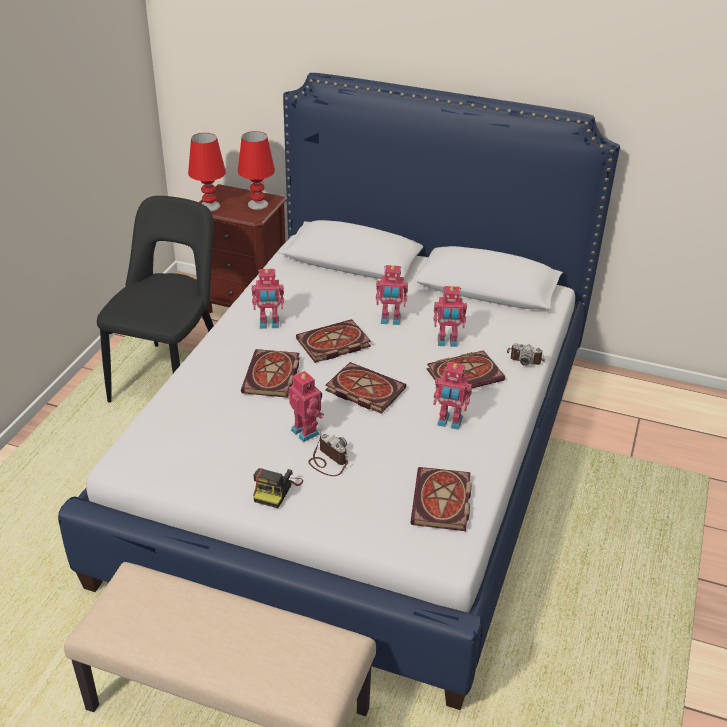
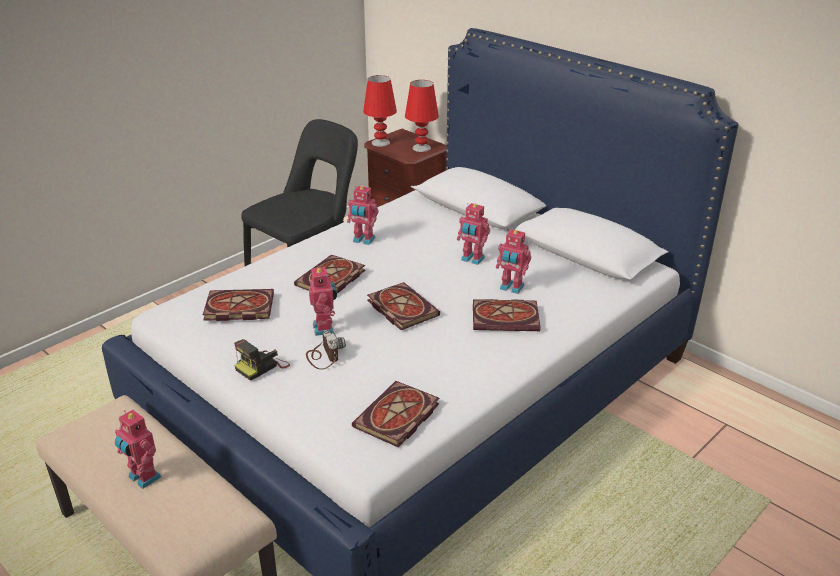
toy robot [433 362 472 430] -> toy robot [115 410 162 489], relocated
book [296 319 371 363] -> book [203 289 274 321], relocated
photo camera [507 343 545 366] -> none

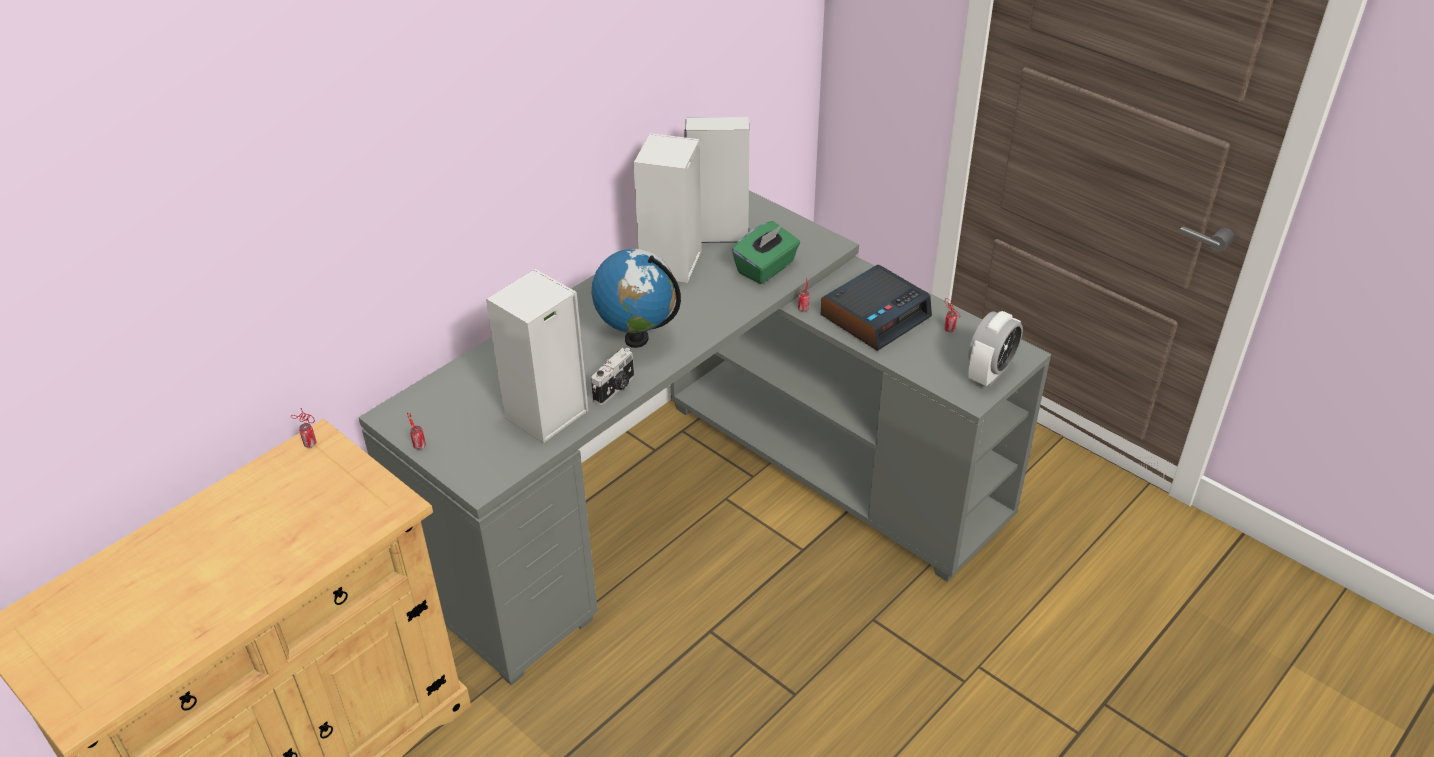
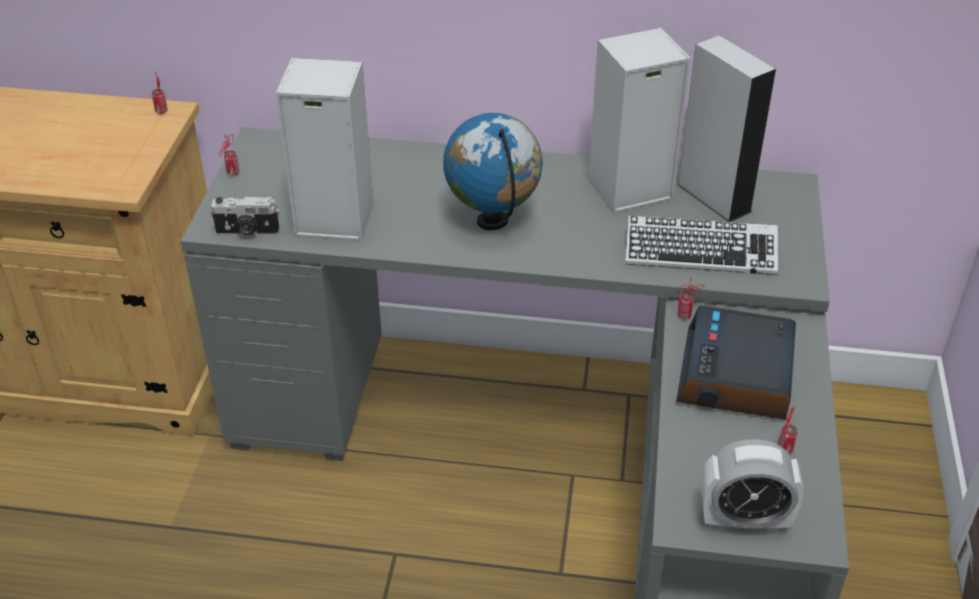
photo camera [591 348 634 405] -> photo camera [210 197 280 236], relocated
green tissue box [732 221 800 284] -> keyboard [625 215 778 275]
alarm clock [821 264 932 351] -> alarm clock [676 305 796 420], 90 degrees clockwise

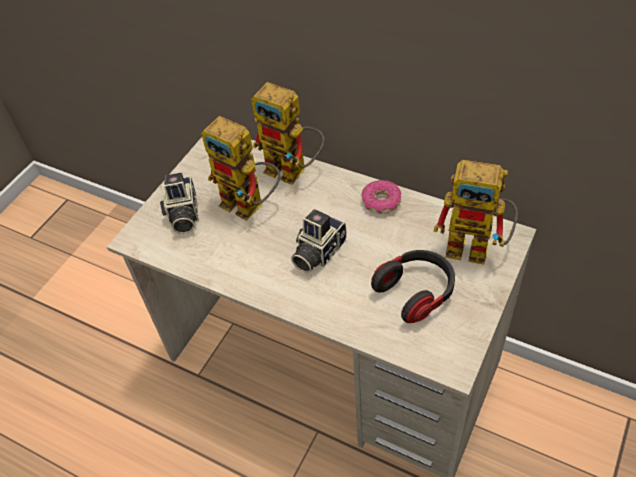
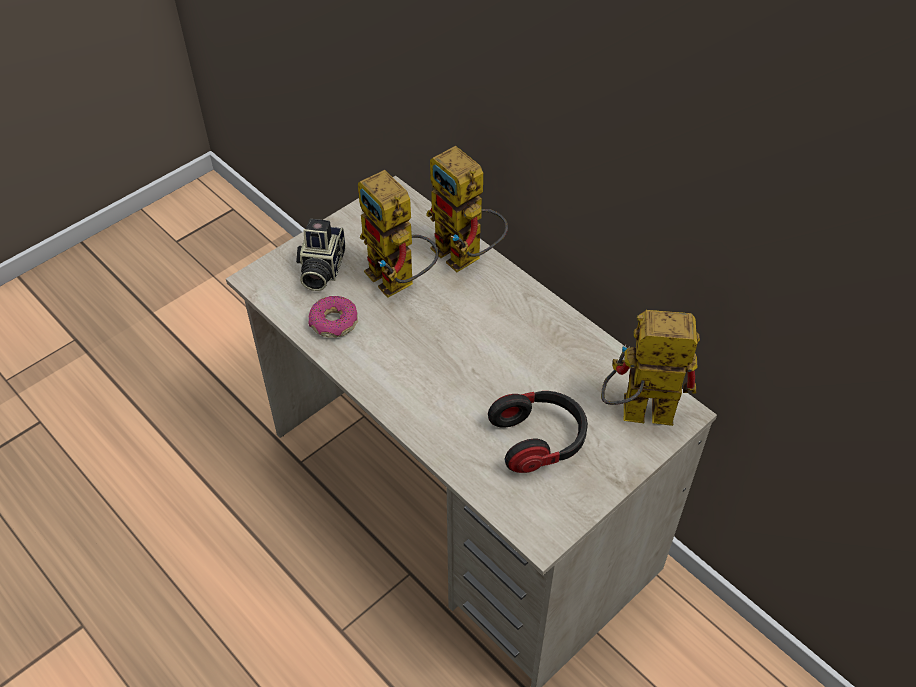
donut [362 180 401 214] -> donut [309 296 358 338], relocated
toy robot [433 160 518 265] -> toy robot [601 310 700 426], 150 degrees clockwise
photo camera [291 209 346 273] -> none

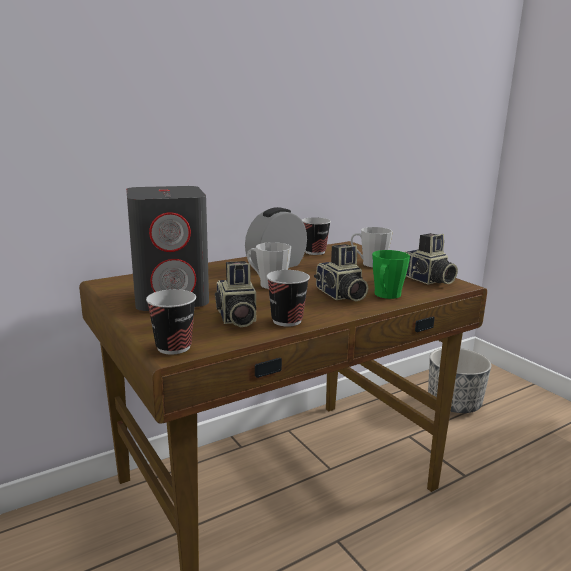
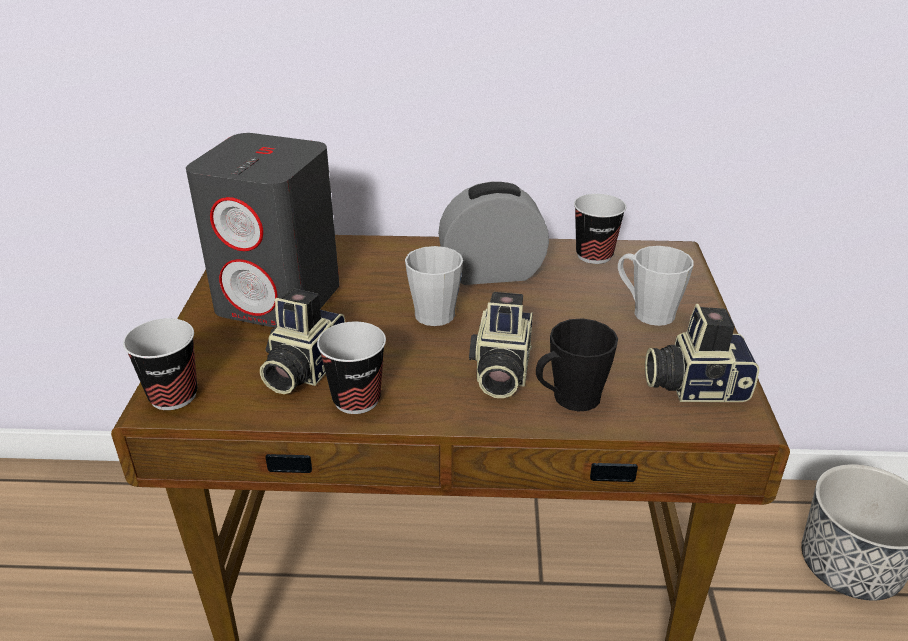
green mug [372 250 410 299] -> black mug [536 319 618 411]
photo camera [405 233 458 285] -> photo camera [645 304 759 402], 90 degrees clockwise

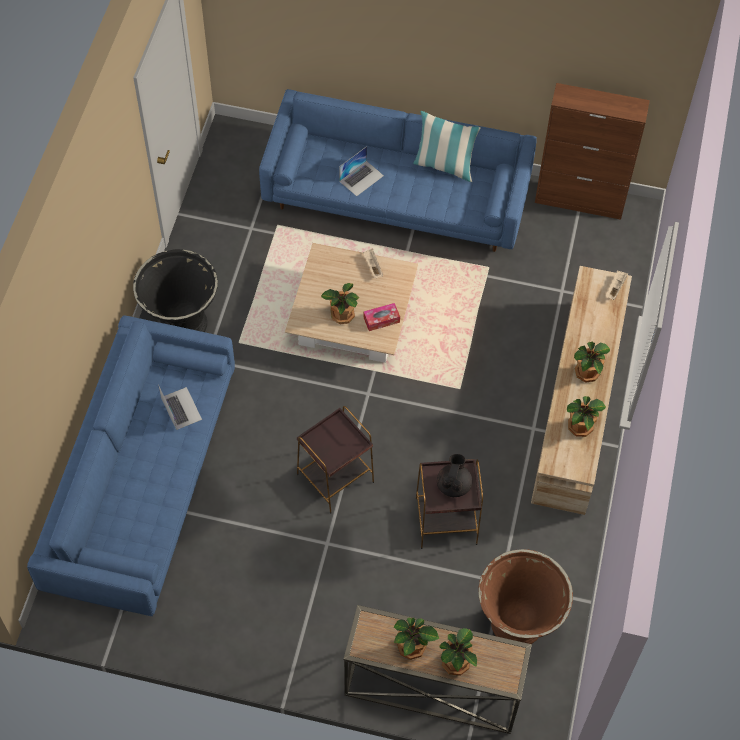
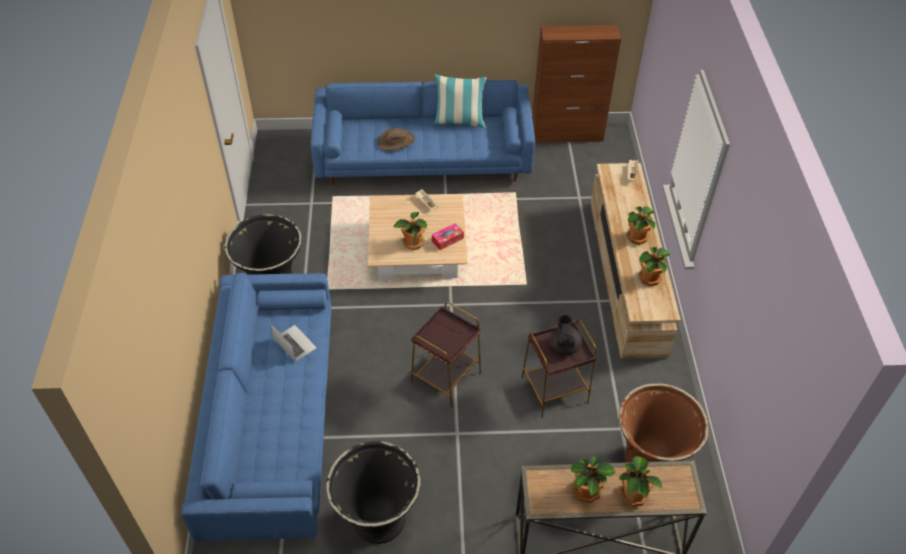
none -> black planter [326 441 421 544]
laptop [339 146 384 196] -> brown hat [378 128 415 151]

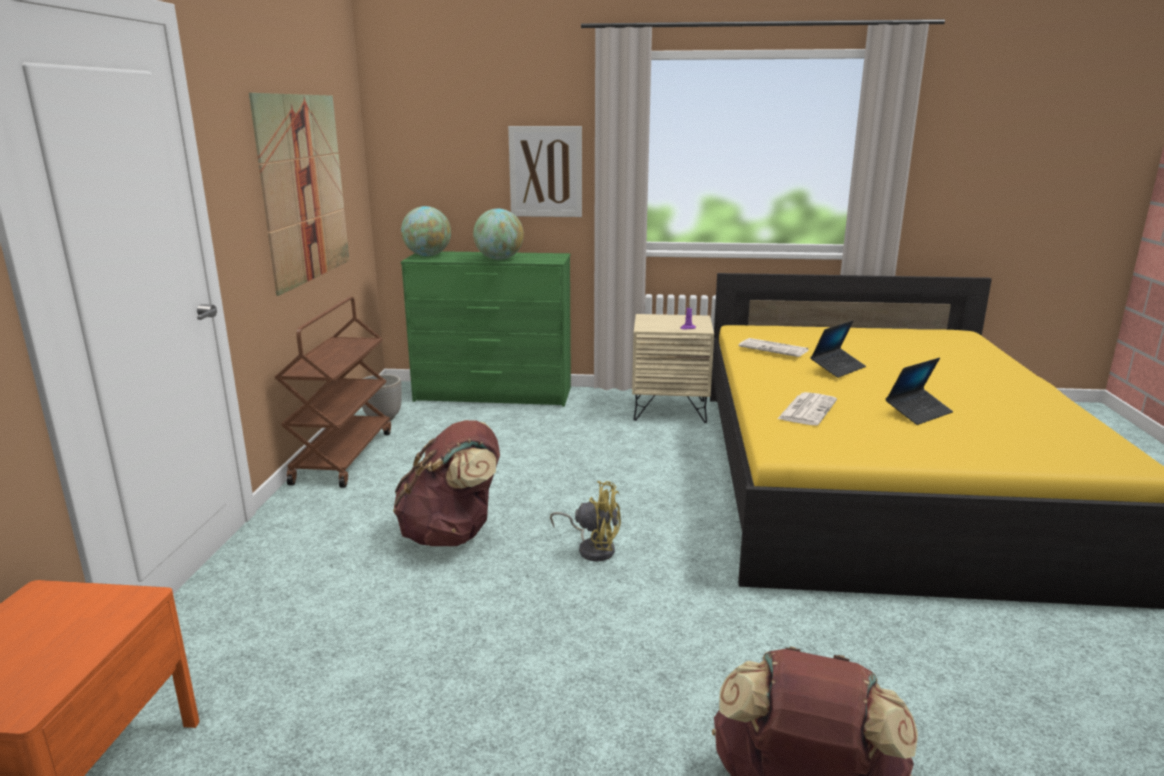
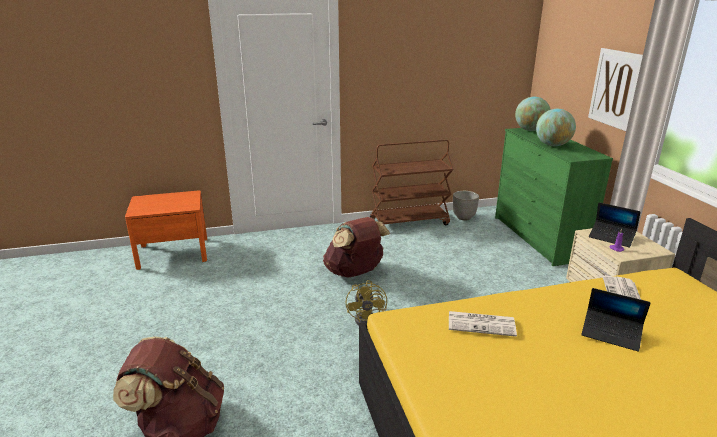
laptop [885 358 953 425] -> laptop [589 202 640 247], relocated
picture [249 93 349 296] -> none

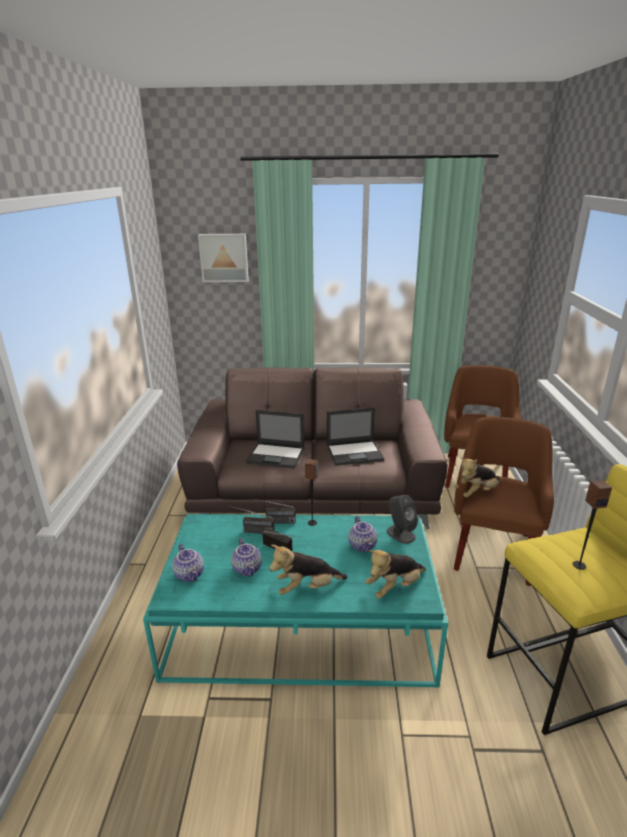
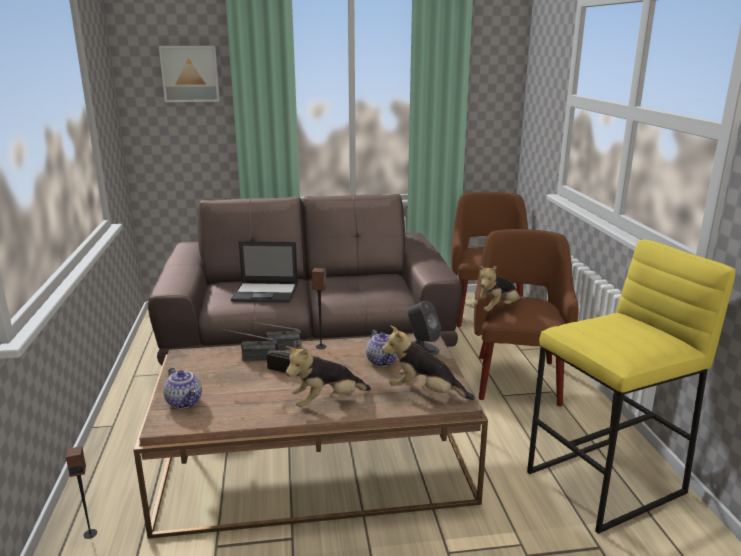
speaker [572 480 612 570] -> speaker [66 446 97 539], relocated
turquoise coffee table [143 514 448 688] -> brown coffee table [133 334 488 539]
plush toy [365 550 426 599] -> plush toy [382 325 475 400], 60 degrees clockwise
teapot [231 538 262 577] -> none
laptop [327 407 384 466] -> none

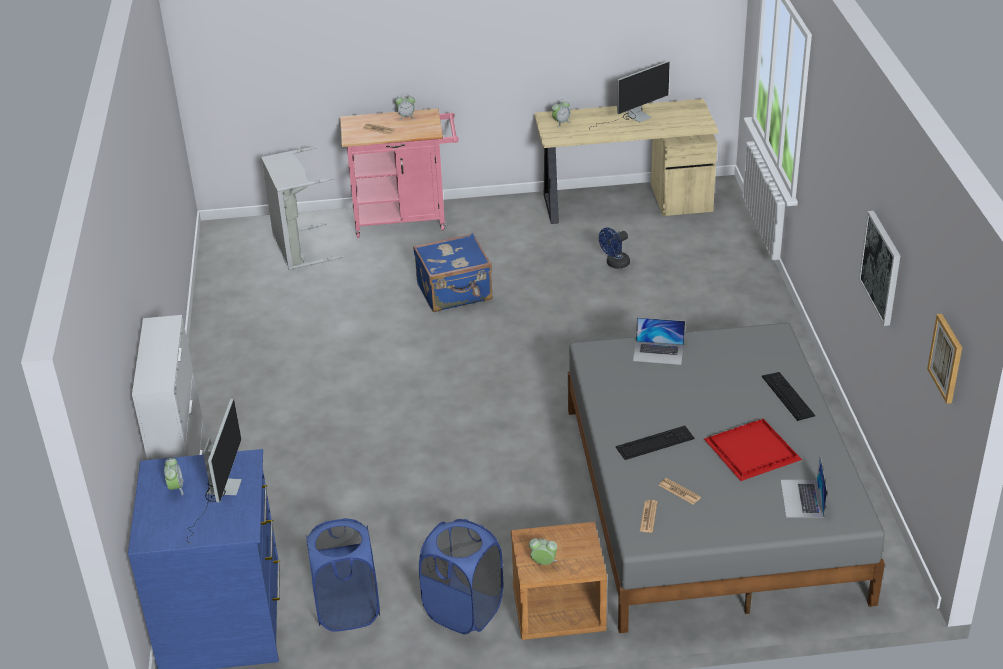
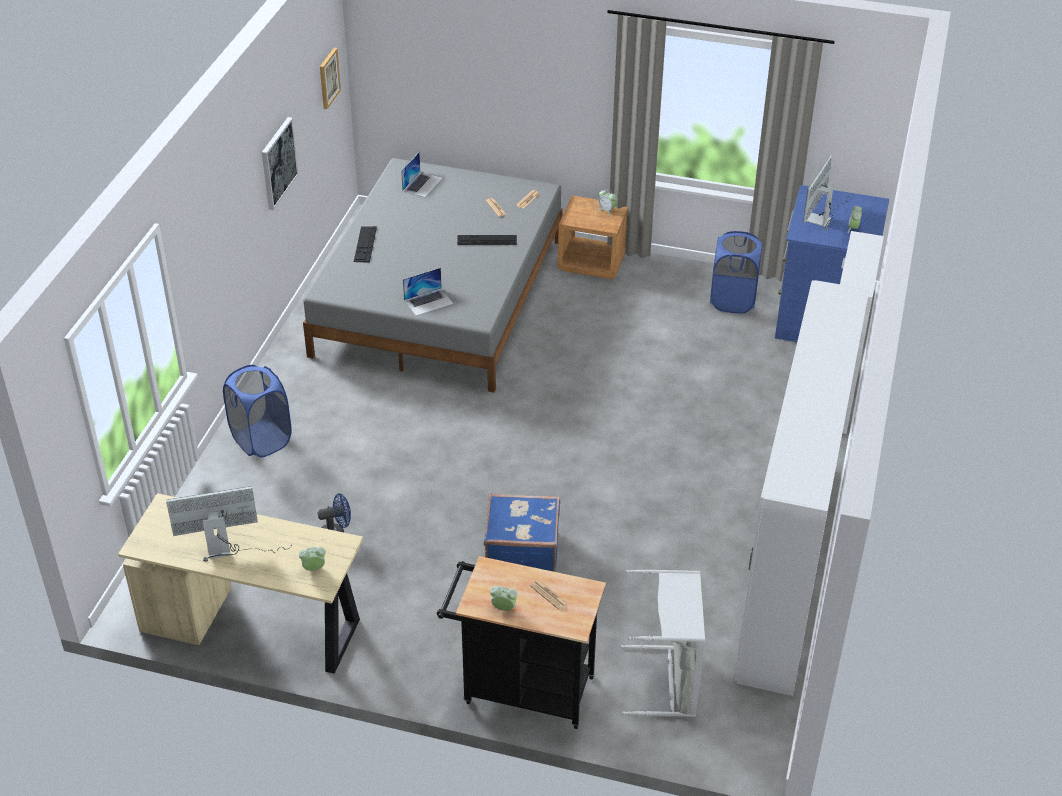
blue laundry basket [419 519 503 634] -> blue laundry basket [223 365 292 458], relocated
laptop [633 317 685 365] -> laptop [403 268 454 316], 120 degrees clockwise
pink cart [340 109 459 238] -> black cart [437 556 606 729]
none -> white wardrobe [734 280 869 696]
red tray [704 419 802 481] -> none

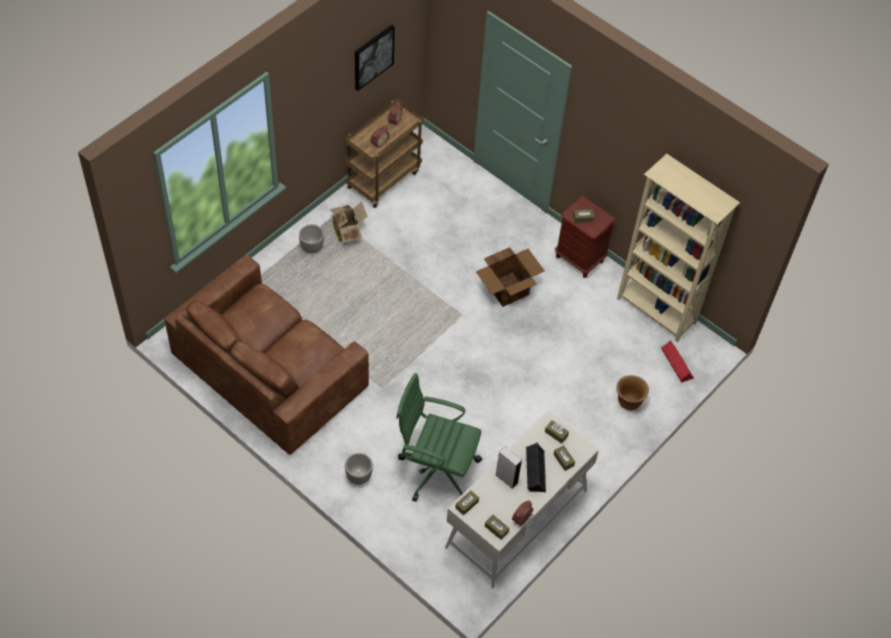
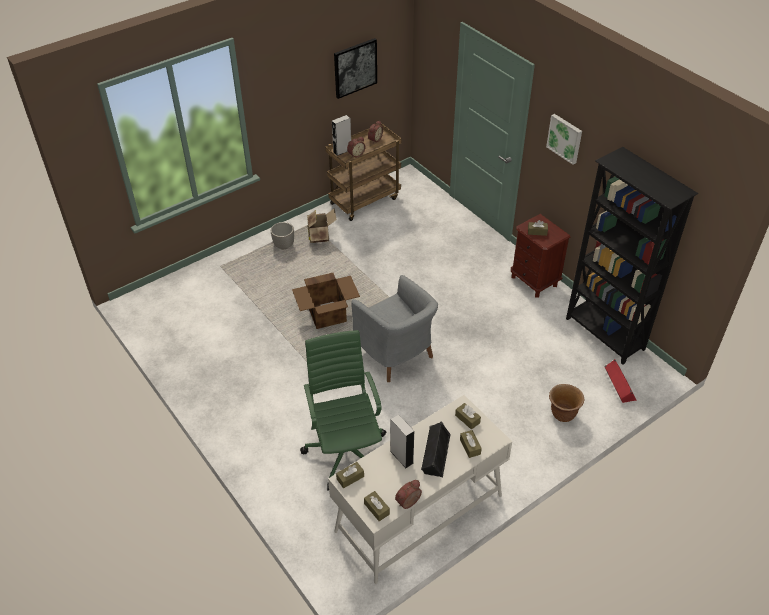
cardboard box [476 247 545 307] -> cardboard box [292 273 360 329], relocated
green office chair [396 373 482 502] -> green office chair [300 330 386 491], 45 degrees clockwise
none -> grey speaker [332 115 351 156]
none -> grey armchair [351 275 438 382]
none -> picture [546 114 582 165]
beige bookcase [617 154 740 342] -> black bookcase [566 147 698 365]
brown sofa [164 255 369 455] -> none
planter [345 453 373 485] -> none

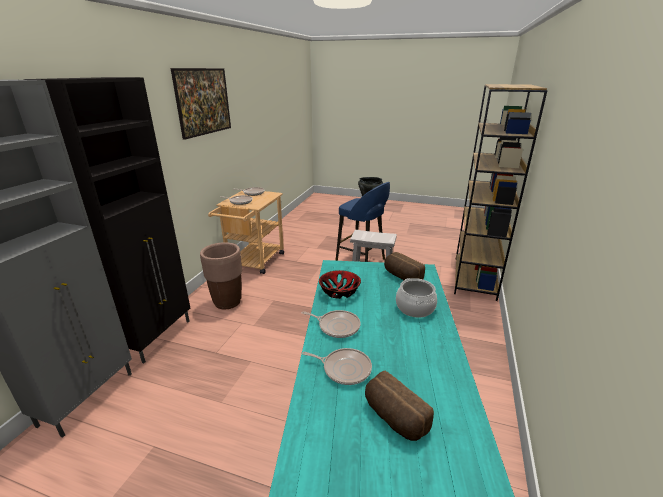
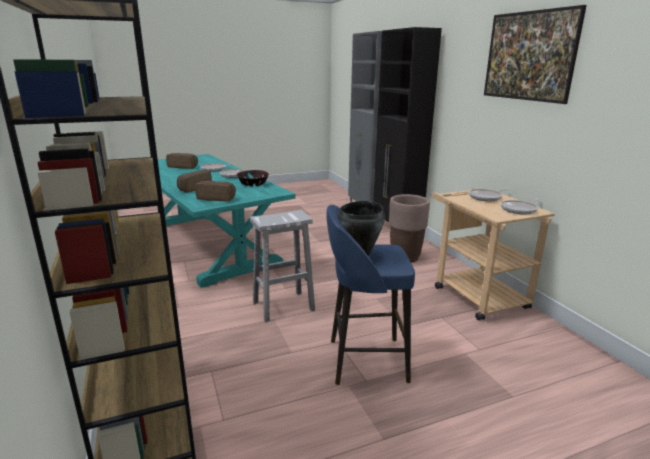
cooking pot [396 278 437 318] -> bread [177 170 212 193]

